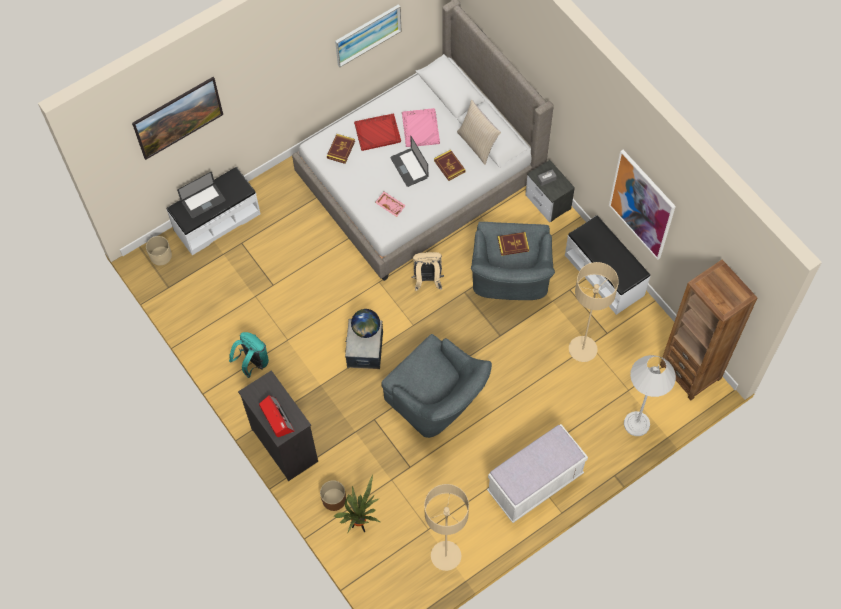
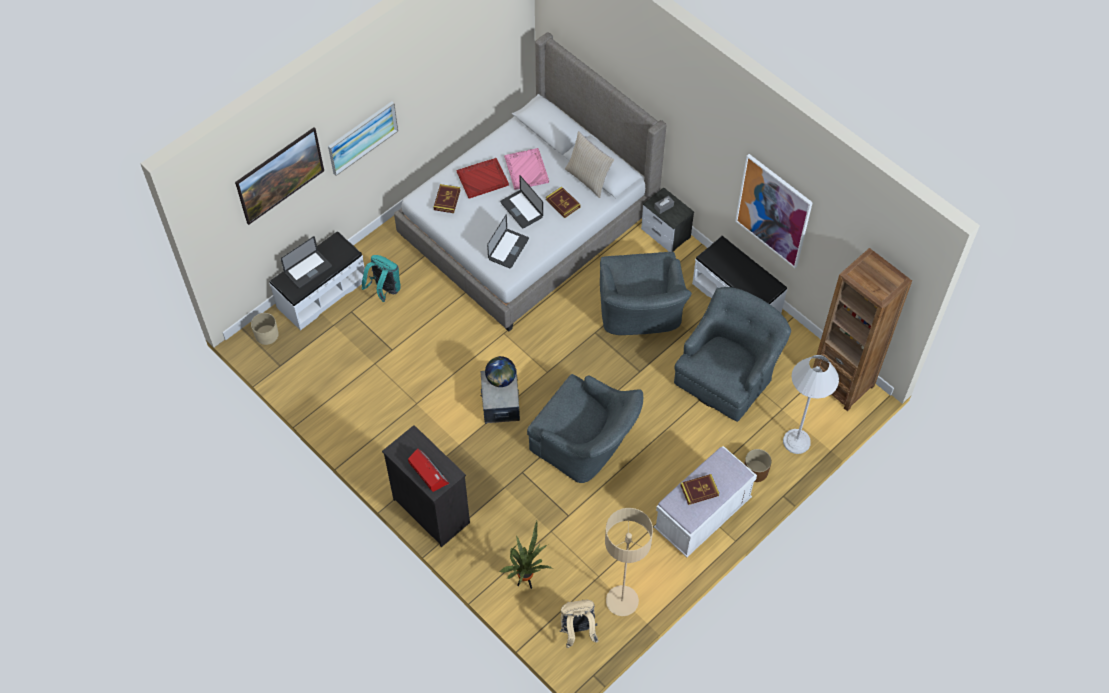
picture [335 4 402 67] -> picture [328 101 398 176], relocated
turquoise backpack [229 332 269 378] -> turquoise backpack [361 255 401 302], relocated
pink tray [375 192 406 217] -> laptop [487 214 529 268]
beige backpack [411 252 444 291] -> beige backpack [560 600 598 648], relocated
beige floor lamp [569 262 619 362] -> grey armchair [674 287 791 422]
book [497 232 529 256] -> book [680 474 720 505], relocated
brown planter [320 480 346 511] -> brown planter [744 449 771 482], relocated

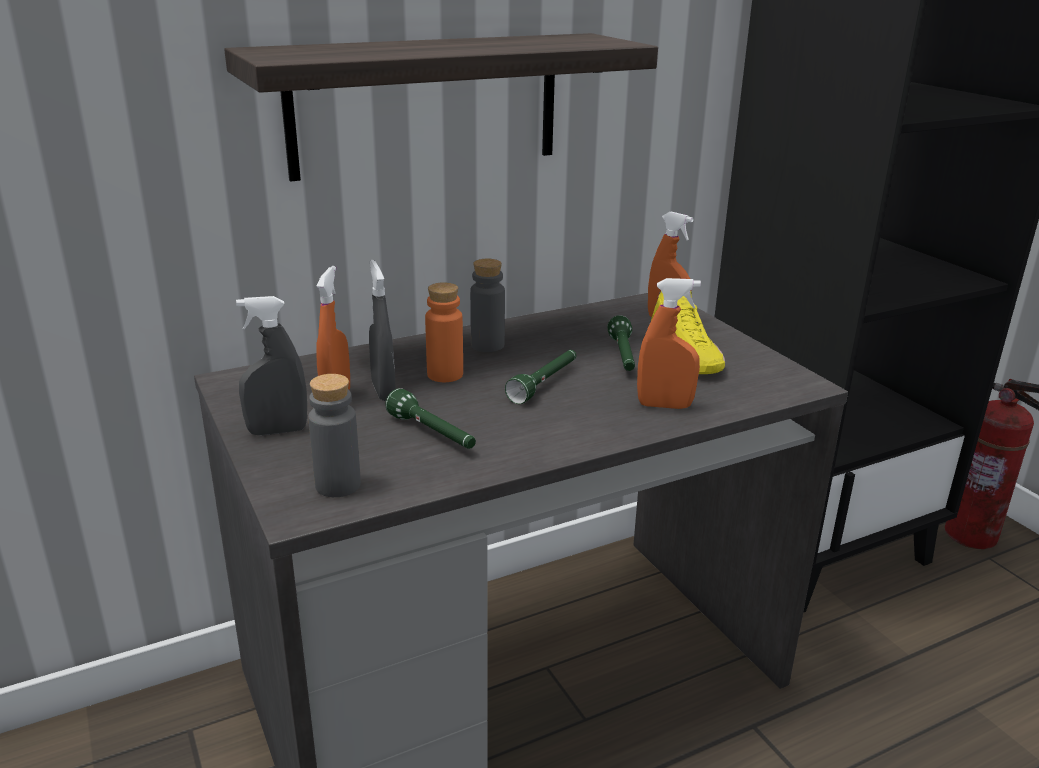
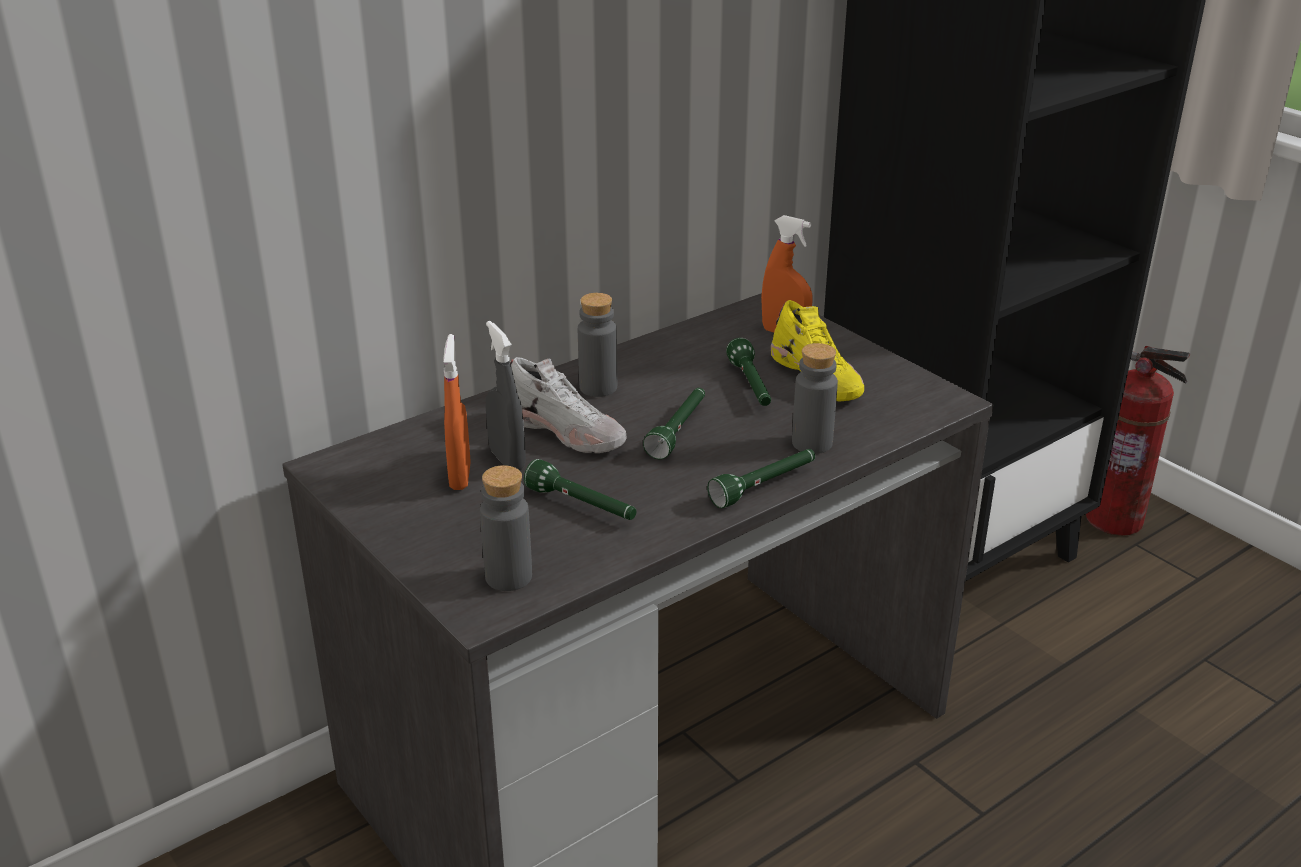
orange bottle [425 282 463 382] -> white shoe [510 357 627 453]
none -> green flashlight [707 449 815 508]
orange spray bottle [637 278 701 409] -> grey bottle [792 343 838 454]
shelf [224 33 658 182] -> none
grey spray bottle [236 296 307 435] -> none

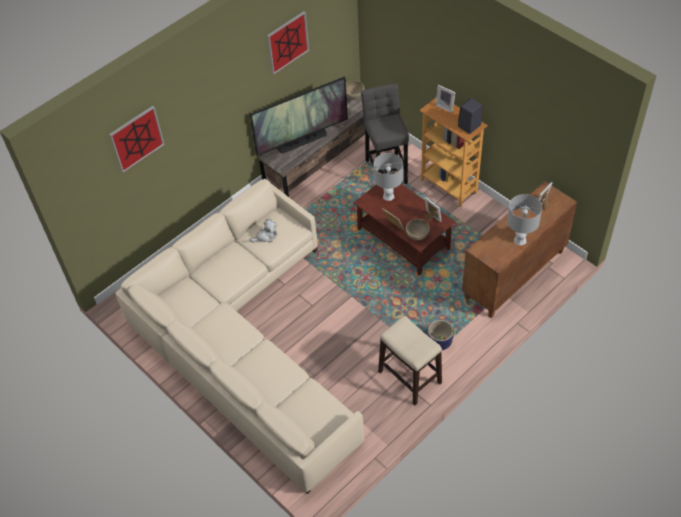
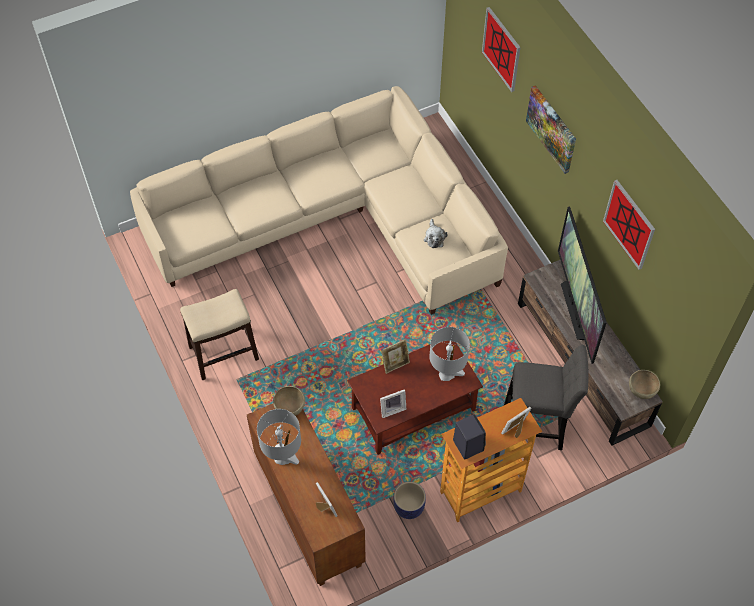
brown bowl [406 219 430 240] -> brown bowl [273 386 305 416], relocated
planter [428 320 453 350] -> planter [393 482 426 519], relocated
none -> picture [526 85 576 174]

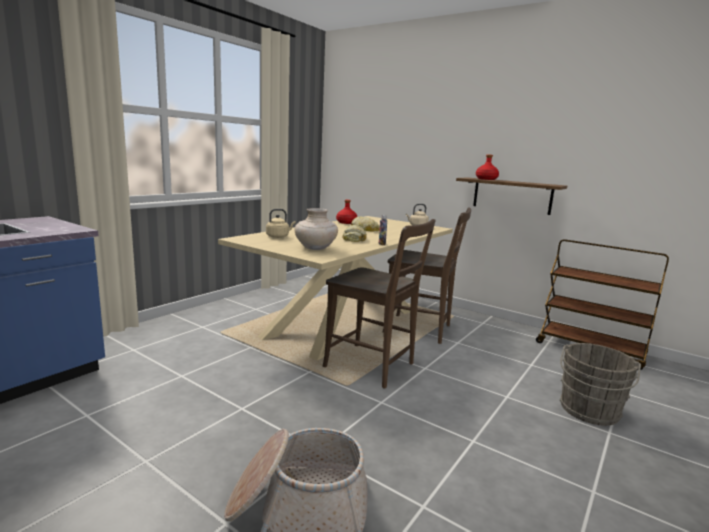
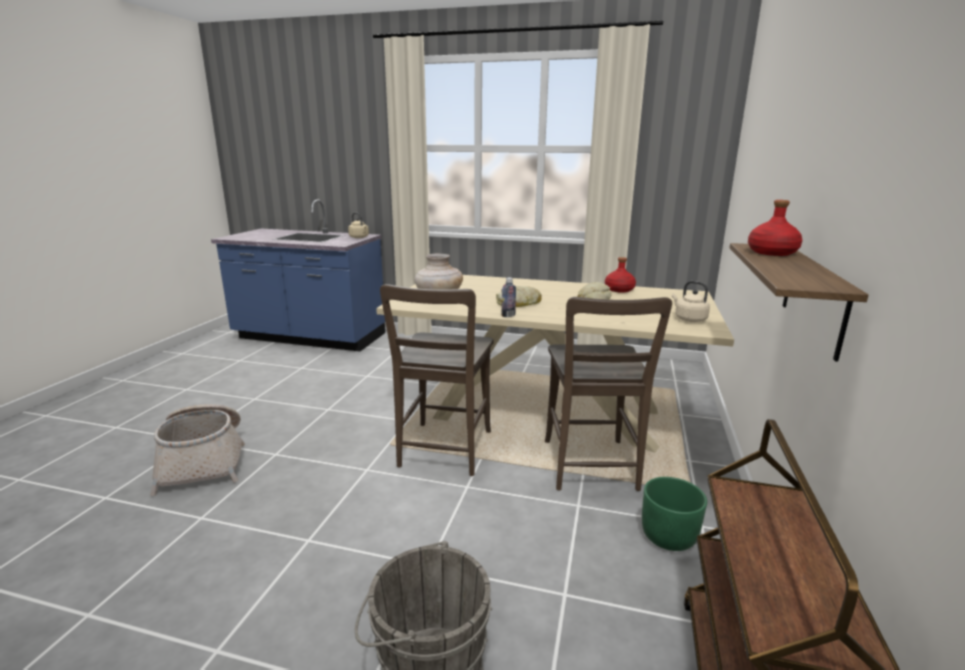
beige kettle [266 209 296 238] -> beige kettle [348 212 369 238], relocated
none -> green planter [642 477 707 551]

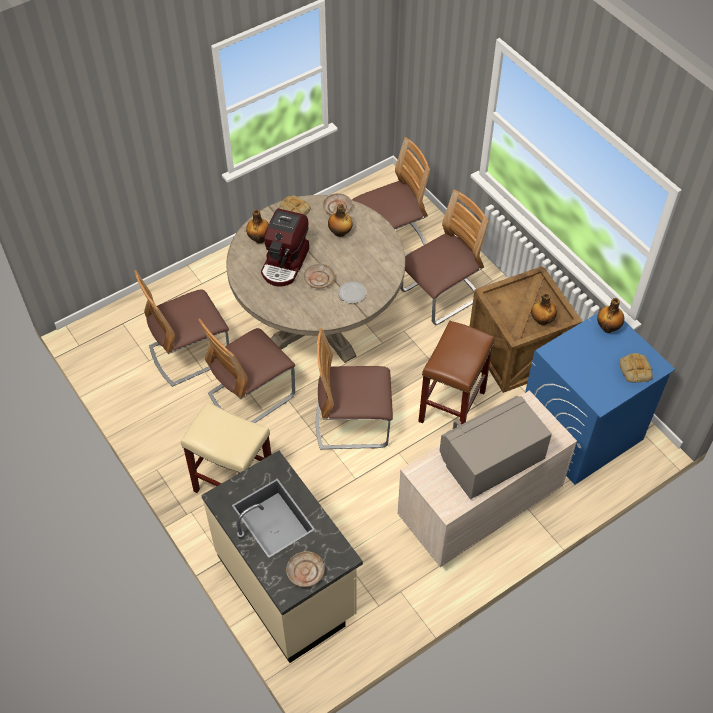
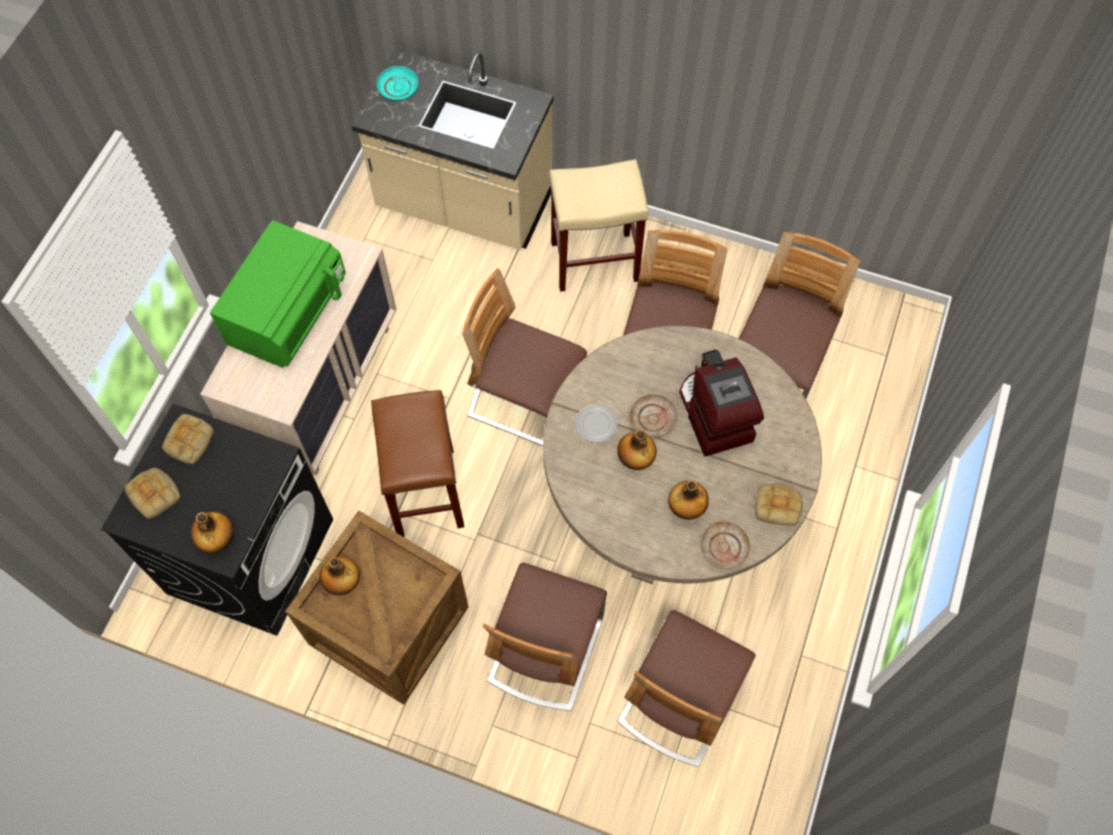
blue washing machine [525 312 675 485] -> black washing machine [101 404 333 636]
none -> bread [162 414 214 464]
grey microwave [440 396 552 499] -> green microwave [210 220 346 368]
beige plate [286 551 325 587] -> turquoise plate [377 66 419 101]
chair [316 328 393 449] -> chair [462 268 587 446], 120 degrees counterclockwise
bottle [246 209 269 243] -> bottle [617 429 657 470], relocated

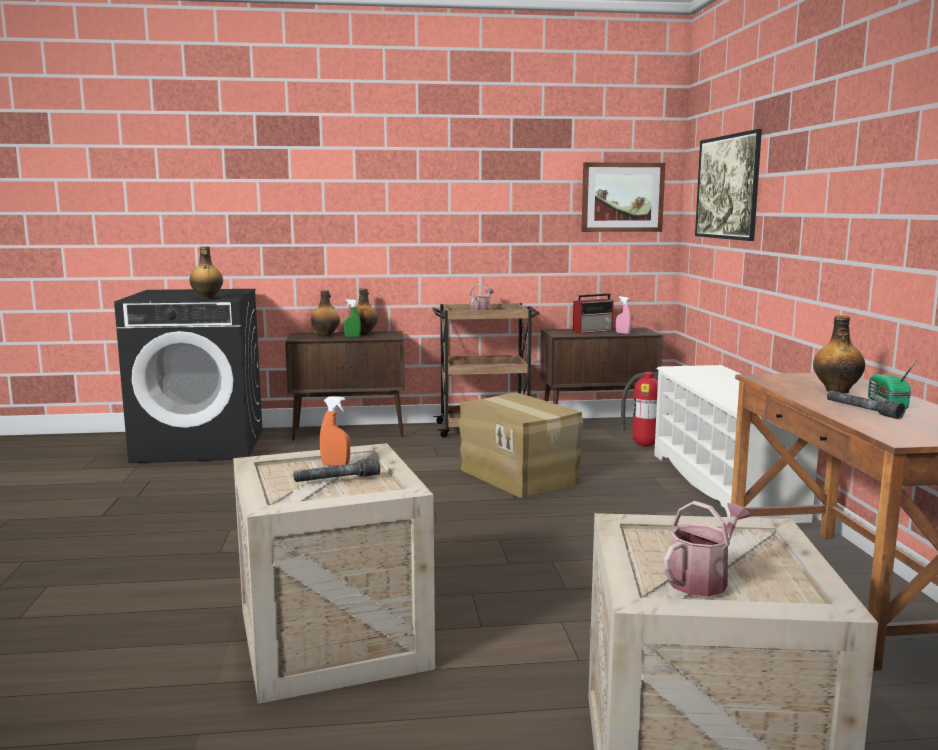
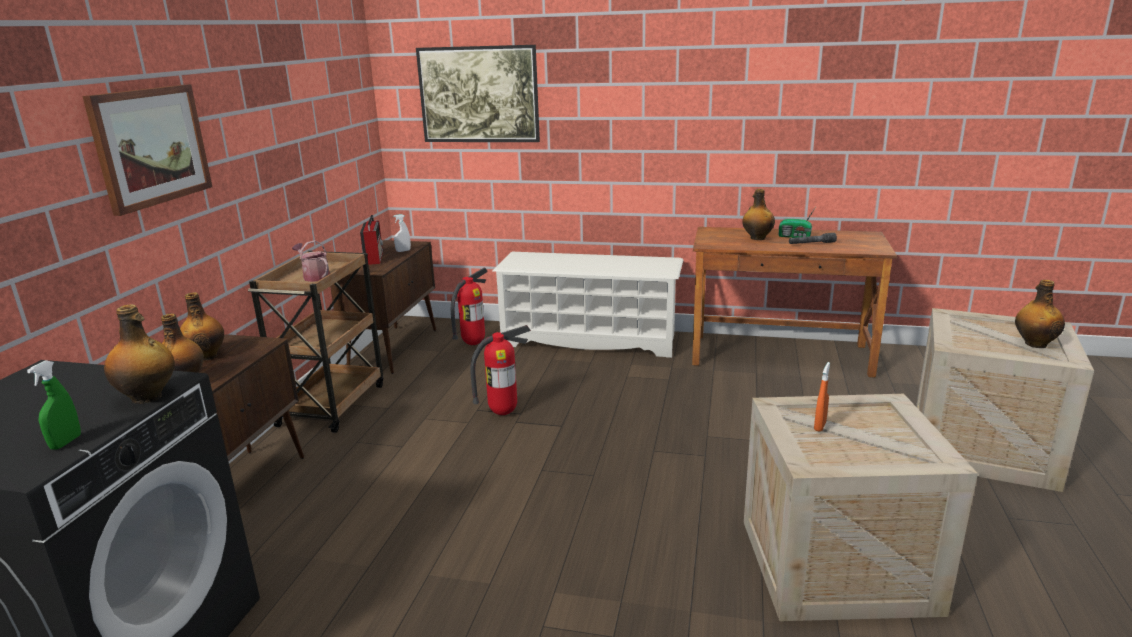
green spray bottle [344 299 361 337] -> green spray bottle [27 361 81 450], relocated
picture [581 162 665 232] -> picture [82 84 212 216], relocated
pink spray bottle [616 296 631 334] -> white spray bottle [393 214 411 252]
cardboard box [459 393 584 498] -> fire extinguisher [470 325 531 415]
watering can [664 501 751 597] -> bottle [1015 280 1065 348]
grey flashlight [293 458 380 482] -> none

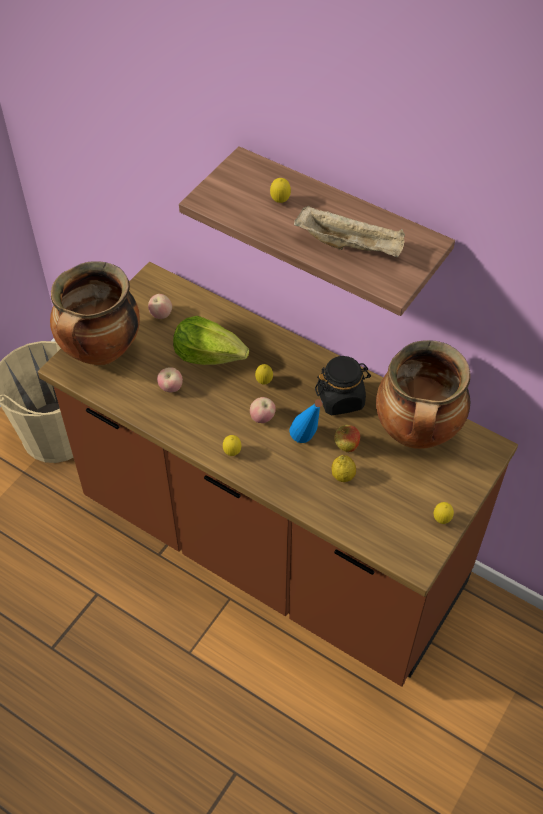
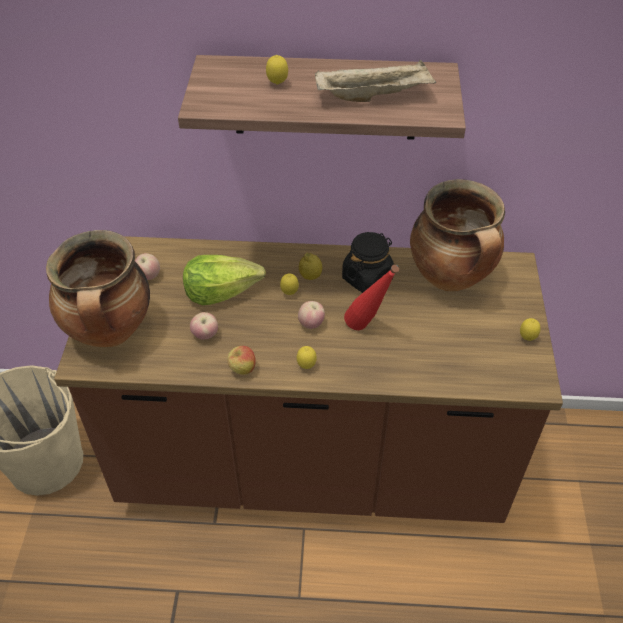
apple [334 425 360 453] -> apple [227 346 256 375], relocated
lemon [331 455 356 482] -> lemon [299 253 322 280], relocated
blue bottle [290 399 323 443] -> red bottle [344 265 399 330]

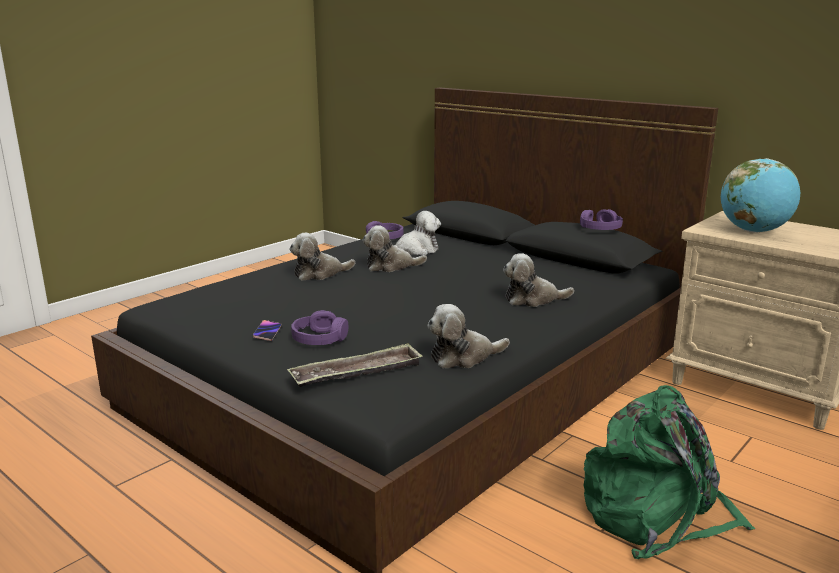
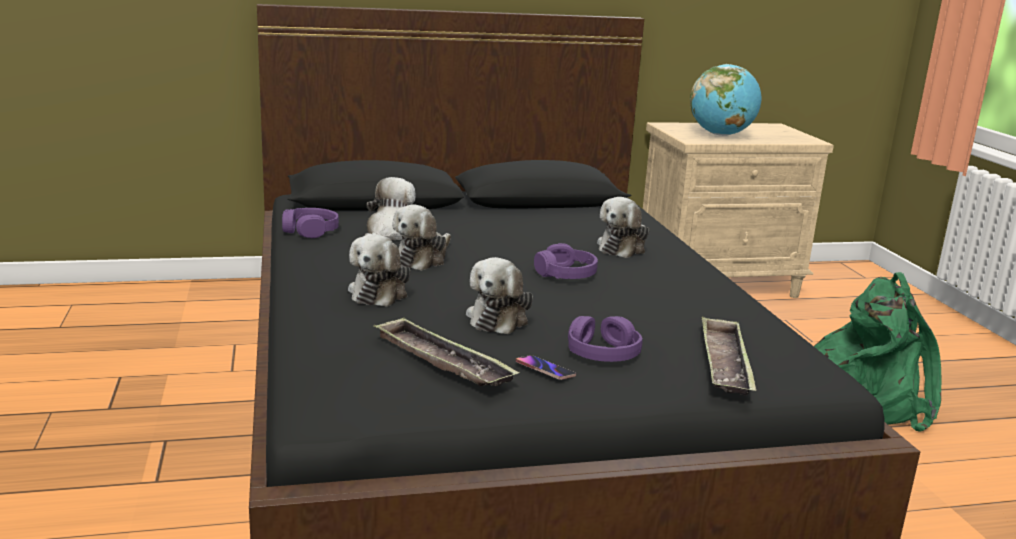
none -> tray [374 317 520 386]
plush toy [427 304 510 368] -> plush toy [466 257 533 334], relocated
purple headphones [580 209 623 230] -> purple headphones [534 243 598 279], relocated

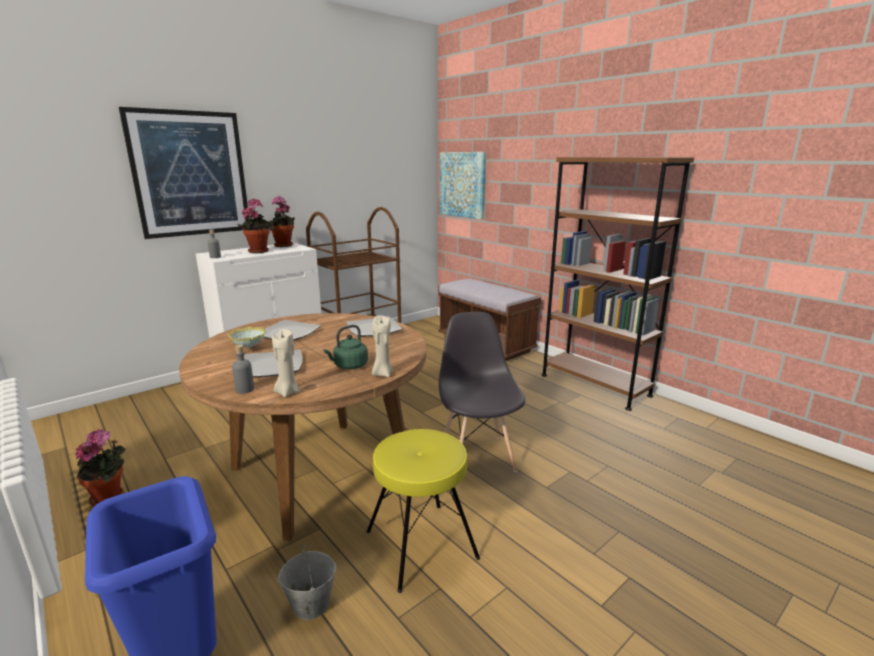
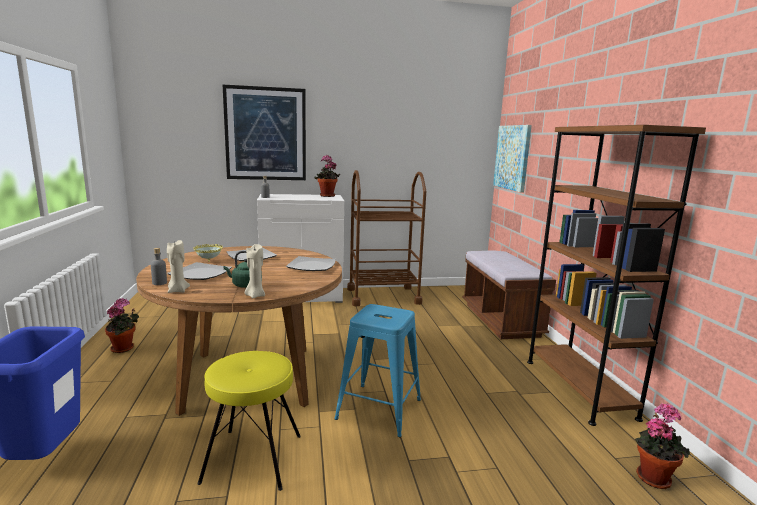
grey chair [439 312 525 472] -> blue stool [334 304 421 437]
potted plant [238 198 274 253] -> potted plant [635 404 690 489], relocated
grey bucket [278 543 336 620] -> none

